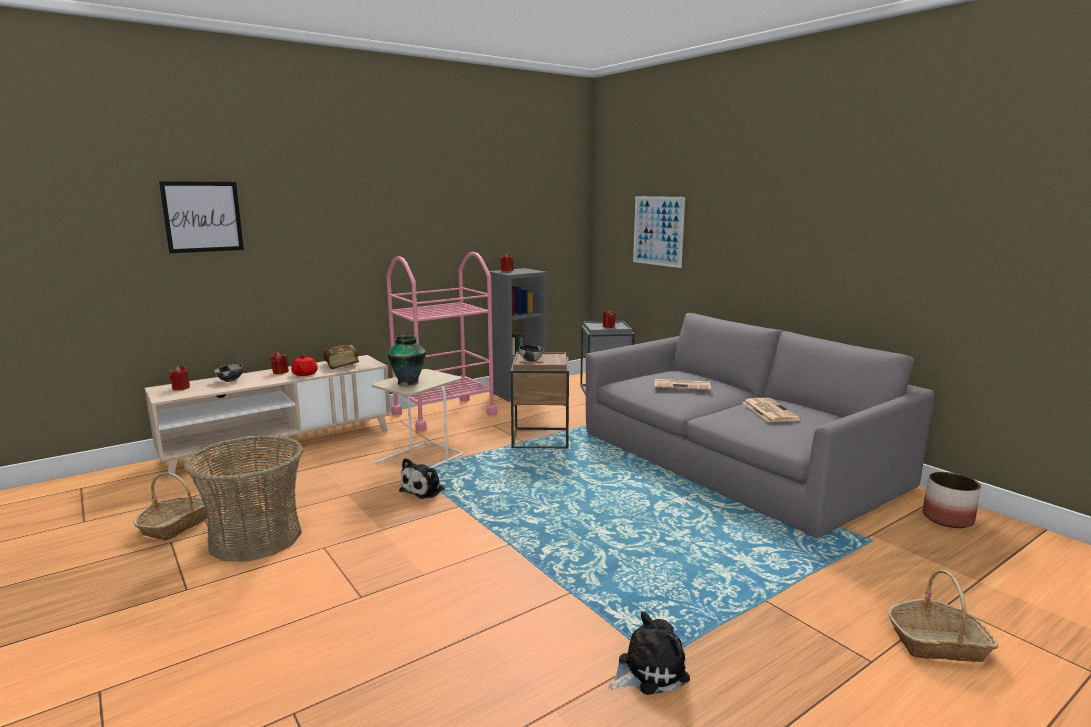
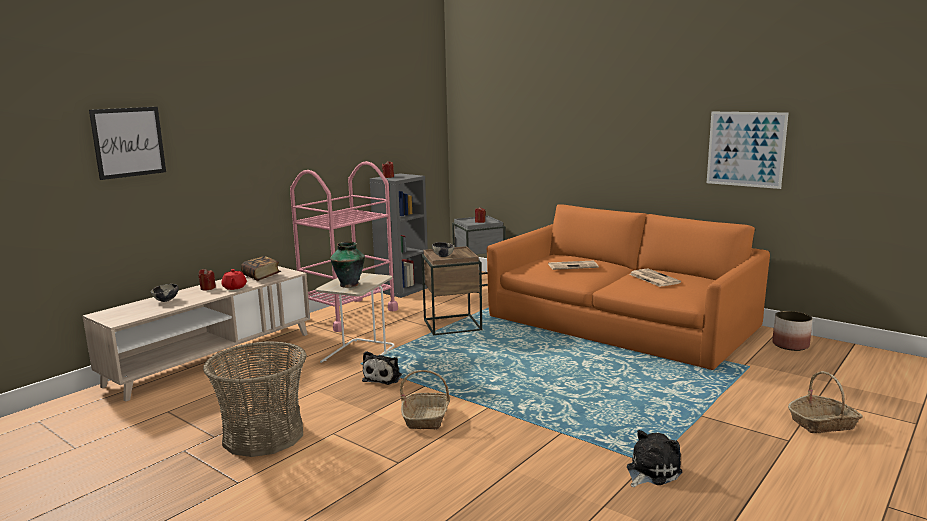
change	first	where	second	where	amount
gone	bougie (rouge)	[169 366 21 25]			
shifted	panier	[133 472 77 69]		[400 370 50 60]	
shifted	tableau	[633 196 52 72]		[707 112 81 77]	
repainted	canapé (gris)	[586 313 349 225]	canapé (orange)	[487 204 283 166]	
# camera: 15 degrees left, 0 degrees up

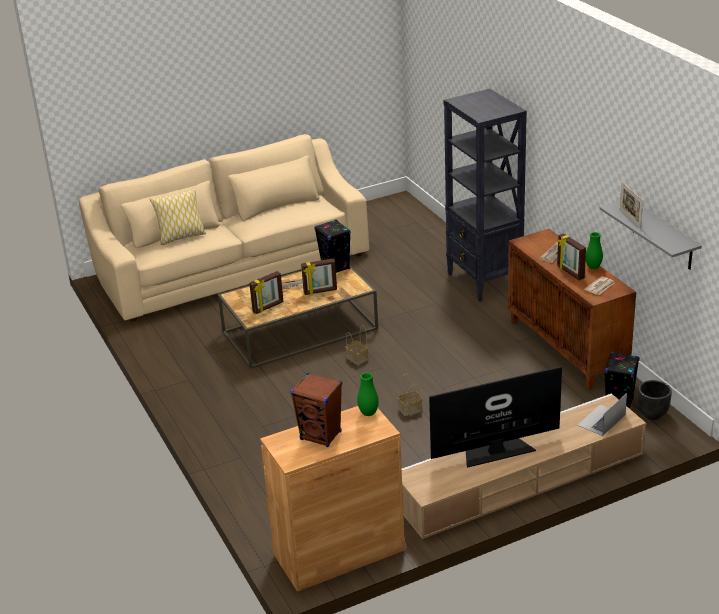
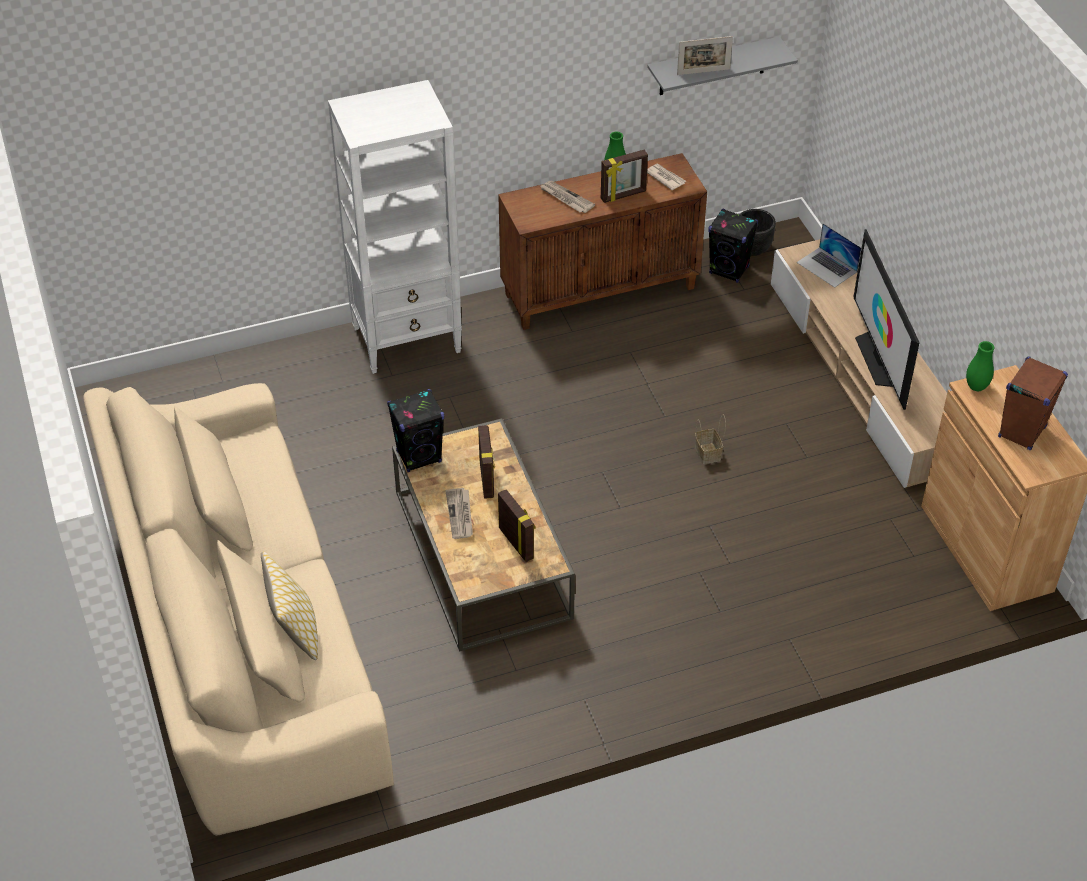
change	first	where	second	where	amount
gone	panier	[346 325 22 40]			
repainted	bibliothèque (noir)	[443 89 84 213]	bibliothèque (blanc)	[328 80 134 294]	
# camera: 85 degrees left, 15 degrees up

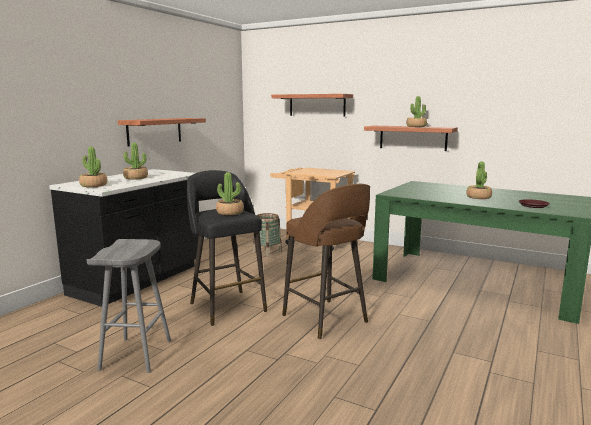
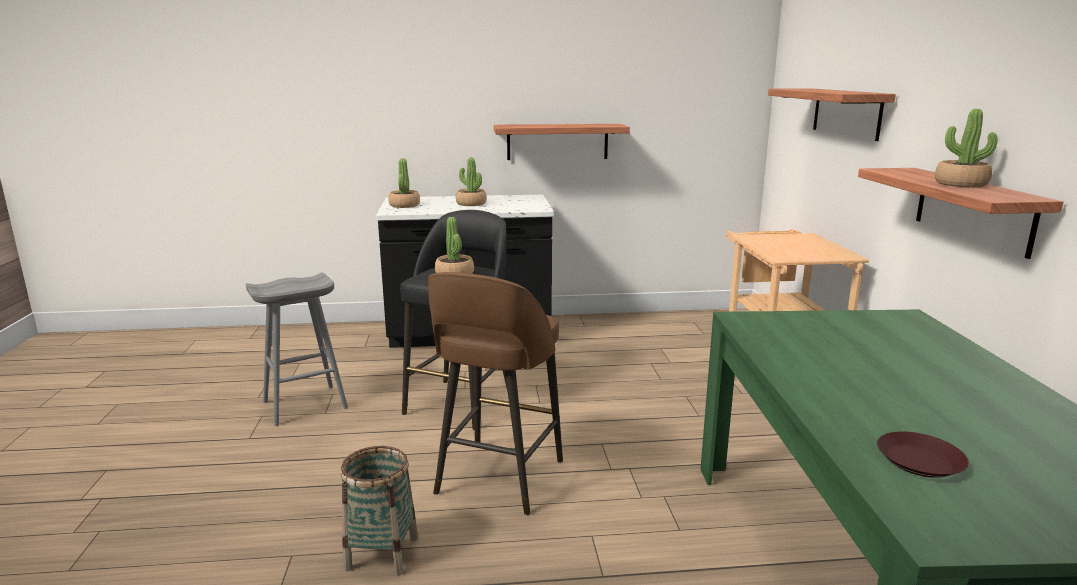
change	first	where	second	where	amount
gone	plante en pot	[466 161 26 38]			
shifted	panier	[253 213 29 44]		[341 446 77 130]	
# camera: 55 degrees right, 5 degrees up

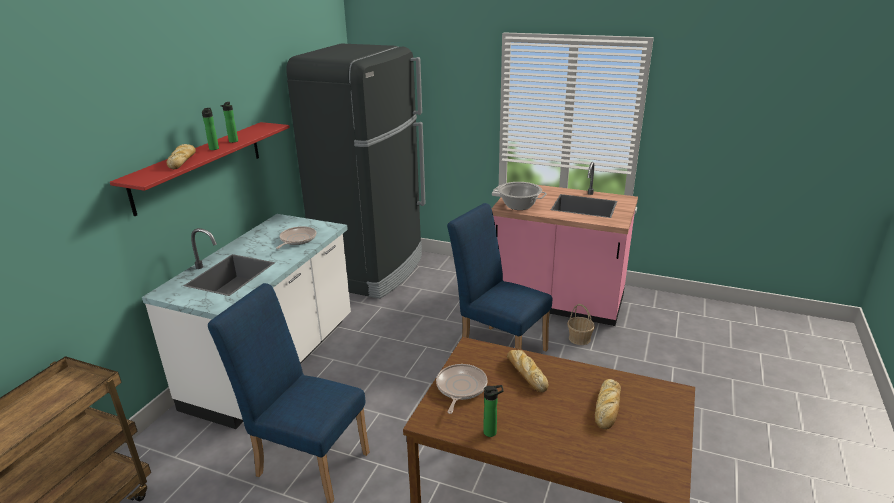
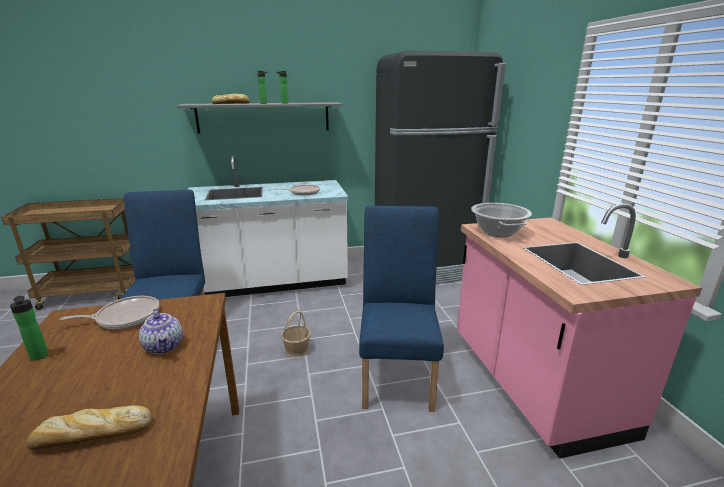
change	first	where	second	where	amount
shifted	panier	[567 304 28 41]		[281 311 30 46]	
swapped	pain	[507 350 41 42]	théière	[139 309 44 45]	
repainted	étagère (rouge)	[110 122 180 94]	étagère (gris)	[176 102 166 31]	
# camera: 55 degrees right, 5 degrees down

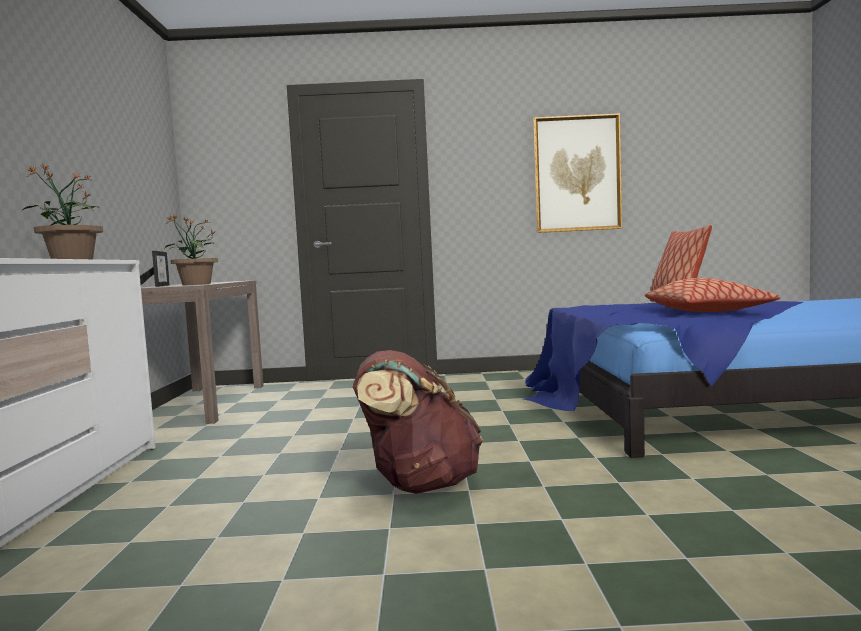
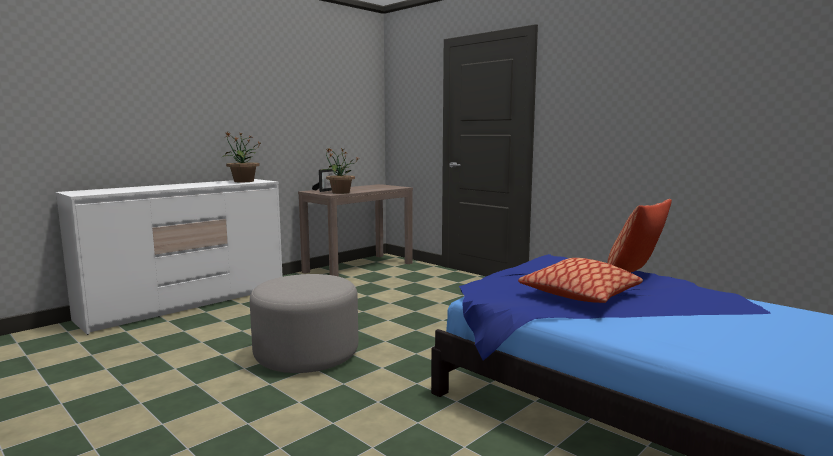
change	first	where	second	where	amount
gone	tableau	[534 113 88 120]			
swapped	sac à dos (marron)	[353 350 130 144]	pouf (gris)	[250 274 108 99]	
# camera: 45 degrees right, 5 degrees up

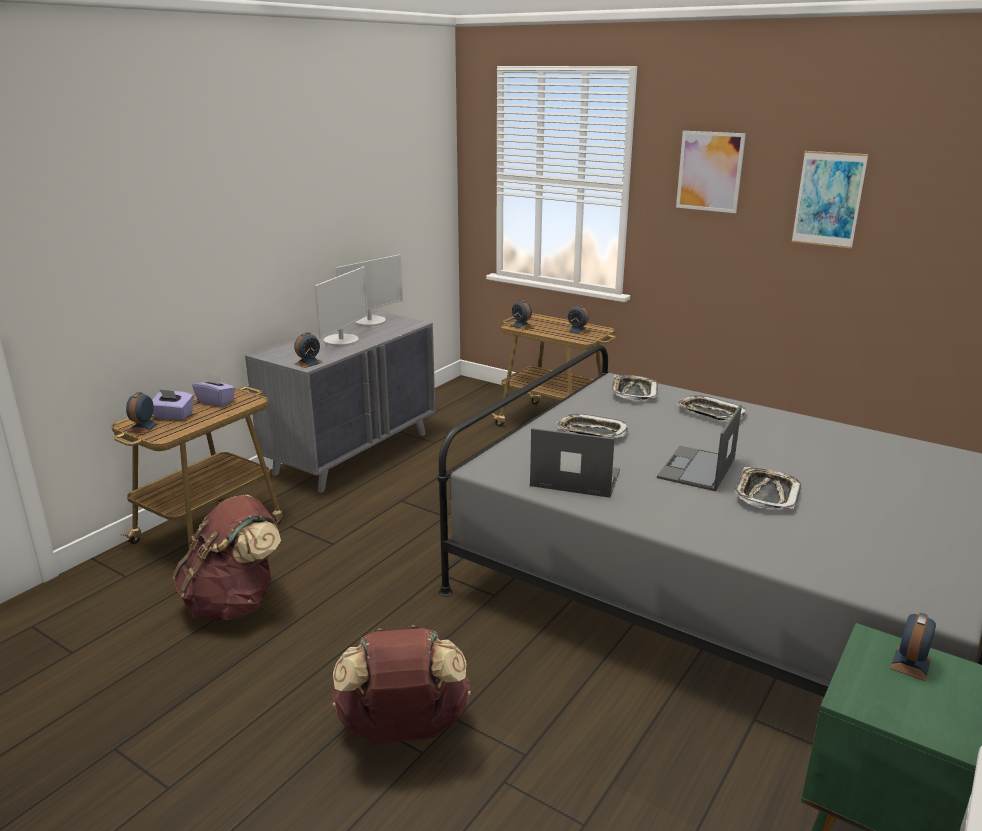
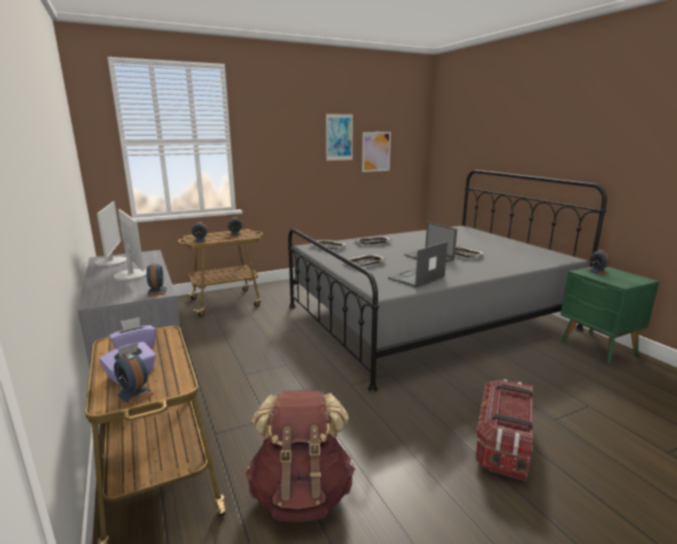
change	first	where	second	where	amount
shifted	tableau	[676 131 70 82]		[362 132 29 40]	
swapped	sac à dos (marron)	[332 625 139 118]	boîte de rangement	[475 379 58 102]	
# camera: 60 degrees left, 5 degrees down

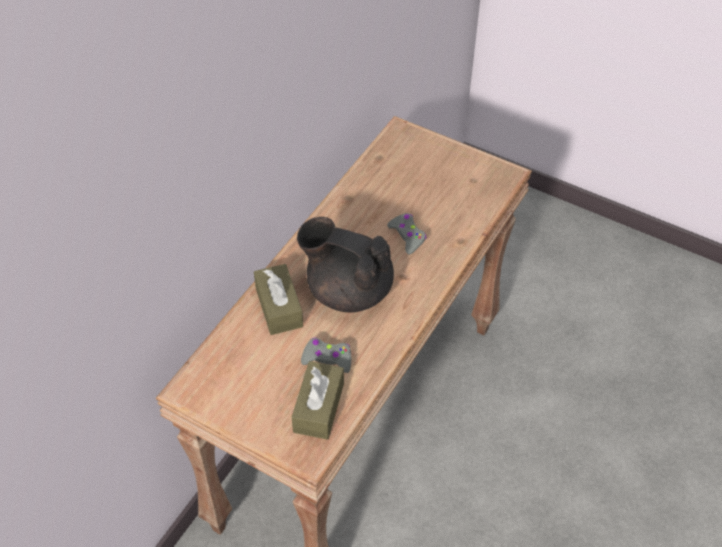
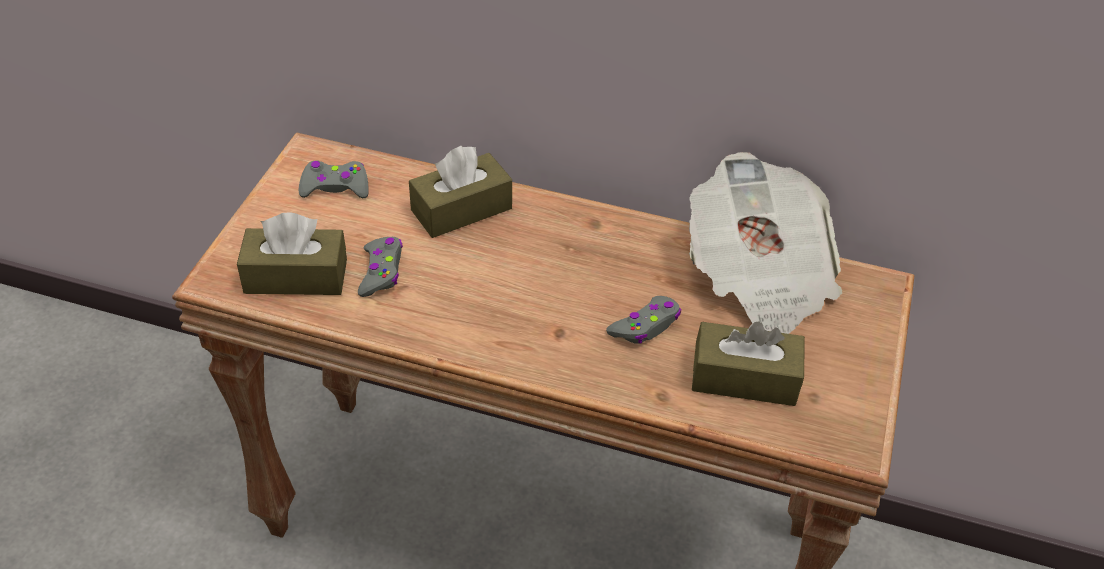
change	first	where	second	where	amount
gone	théière (noir)	[297 217 97 96]			
new			manette (gris)	[299 161 70 37]	
new			journal	[689 152 153 182]	
new			boîte à mouchoirs (marron)	[692 321 113 85]	
# camera: 75 degrees right, 5 degrees down

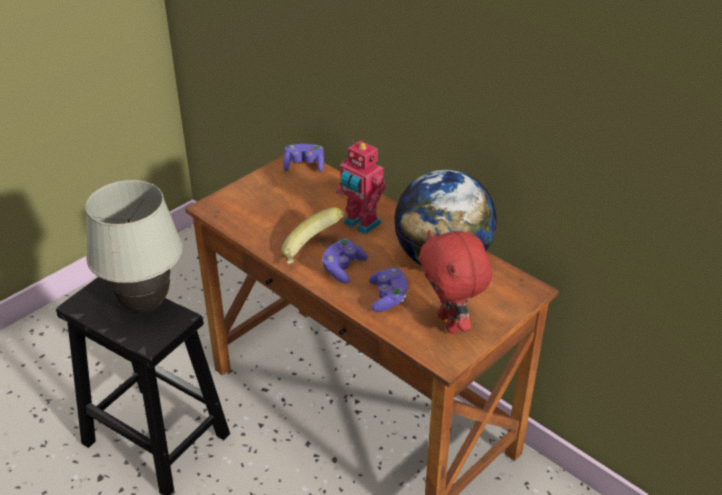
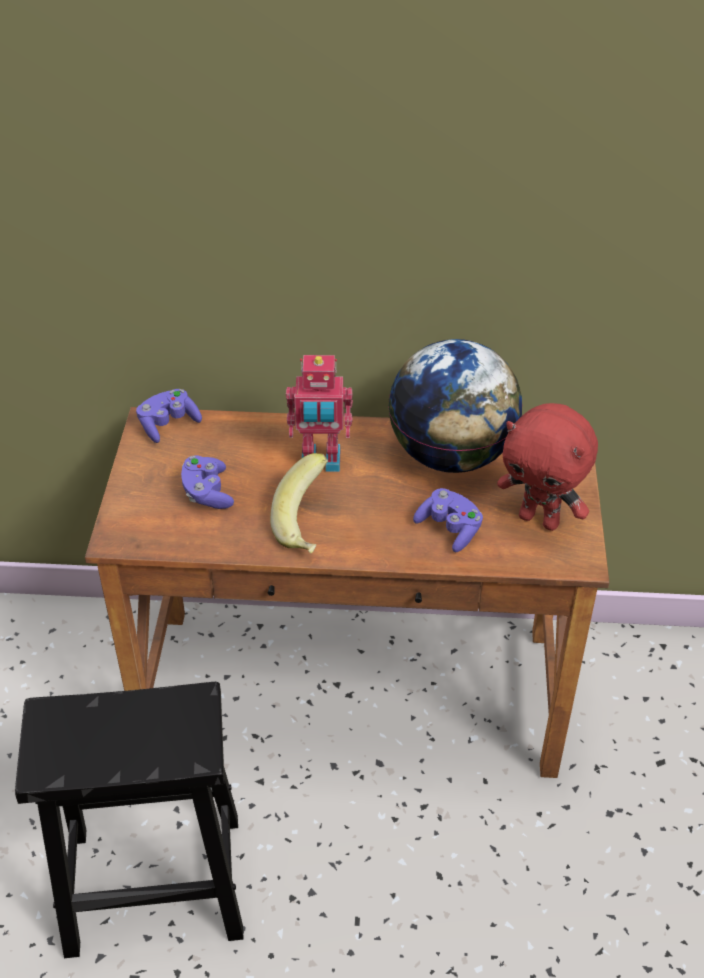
change	first	where	second	where	amount
gone	lampe de table (blanc)	[86 180 96 133]			
shifted	manette (violet)	[321 239 47 44]		[181 455 53 54]	
# camera: 40 degrees left, 5 degrees up

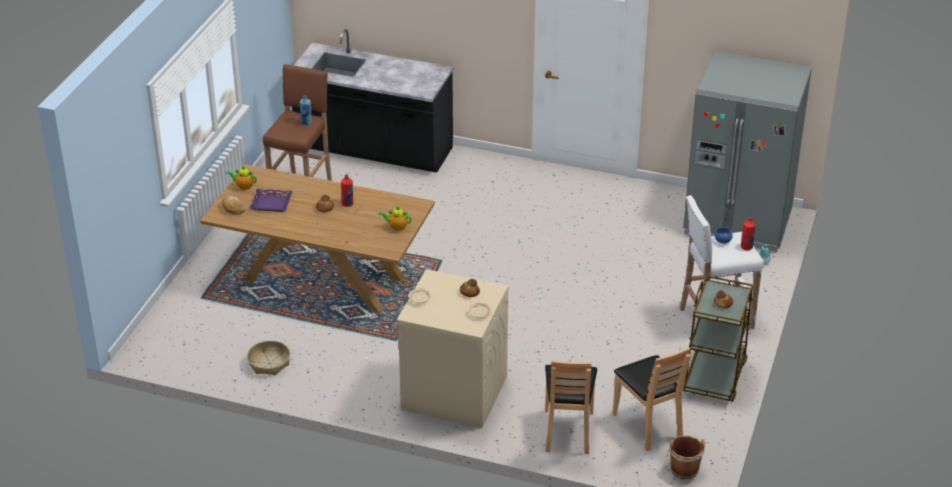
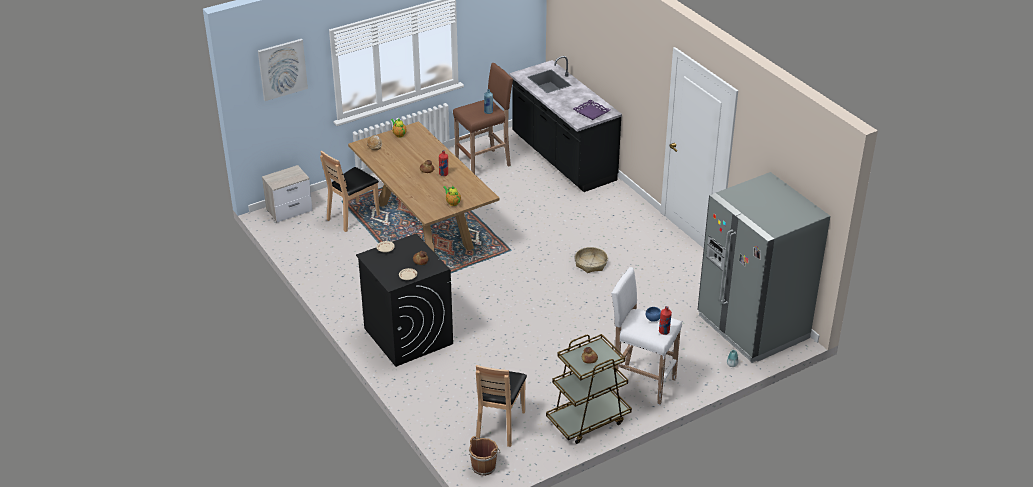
change	first	where	second	where	amount
new			tableau	[258 39 50 62]	
new			table de chevet	[262 165 51 57]	
shifted	panier	[247 341 43 34]		[575 247 33 26]	
shifted	plateau (violet)	[250 189 43 23]		[573 99 37 21]	
shifted	chaise (marron)	[545 360 52 94]		[320 150 60 82]	
repainted	lave-linge (beige)	[397 269 111 159]	lave-linge (noir)	[356 234 97 133]	
# camera: 40 degrees right, 0 degrees up

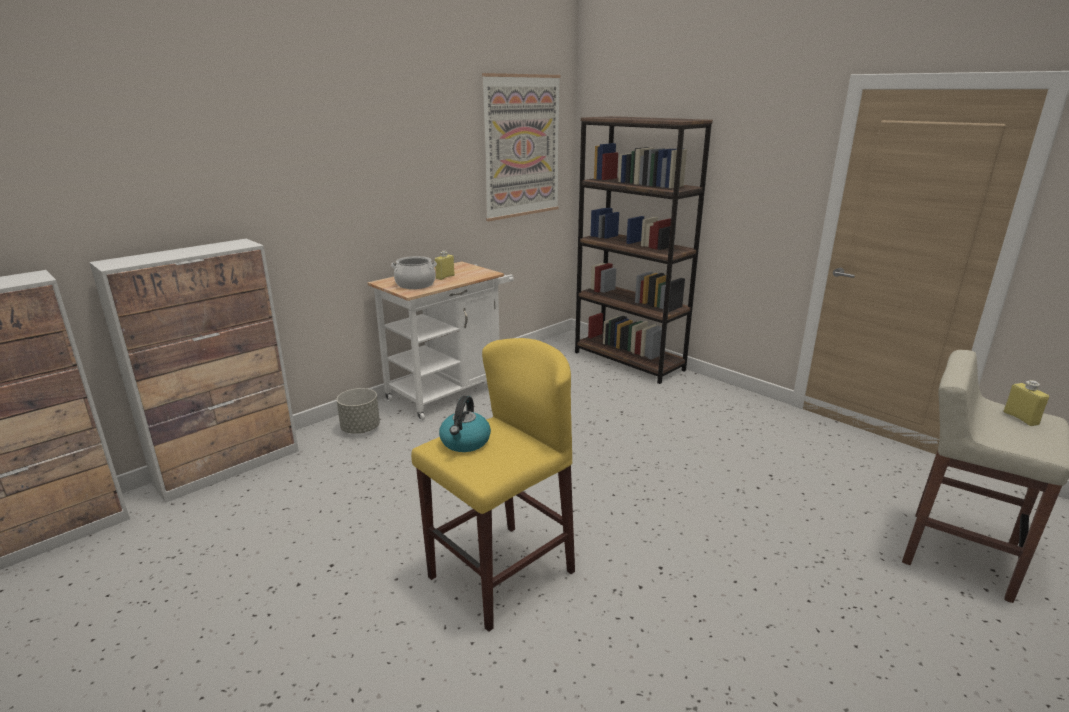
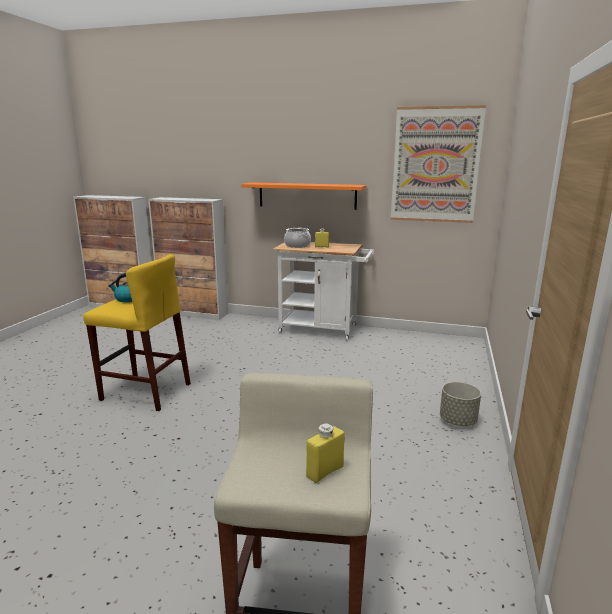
change	first	where	second	where	amount
gone	bibliothèque (marron)	[575 116 138 268]			
new			étagère (orange)	[241 182 126 28]	
shifted	cache-pot (gris)	[337 388 43 46]		[440 382 41 44]	
# camera: 60 degrees right, 5 degrees down

